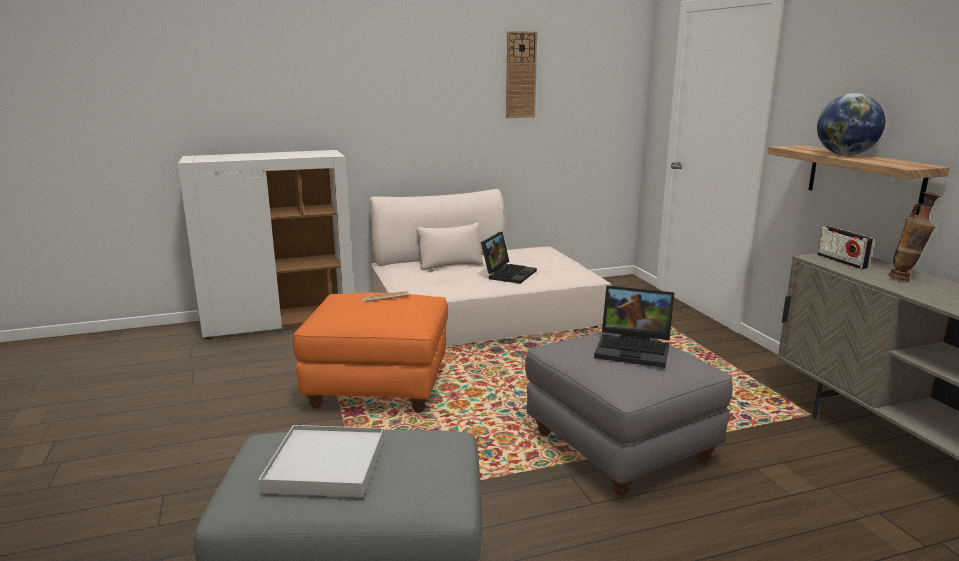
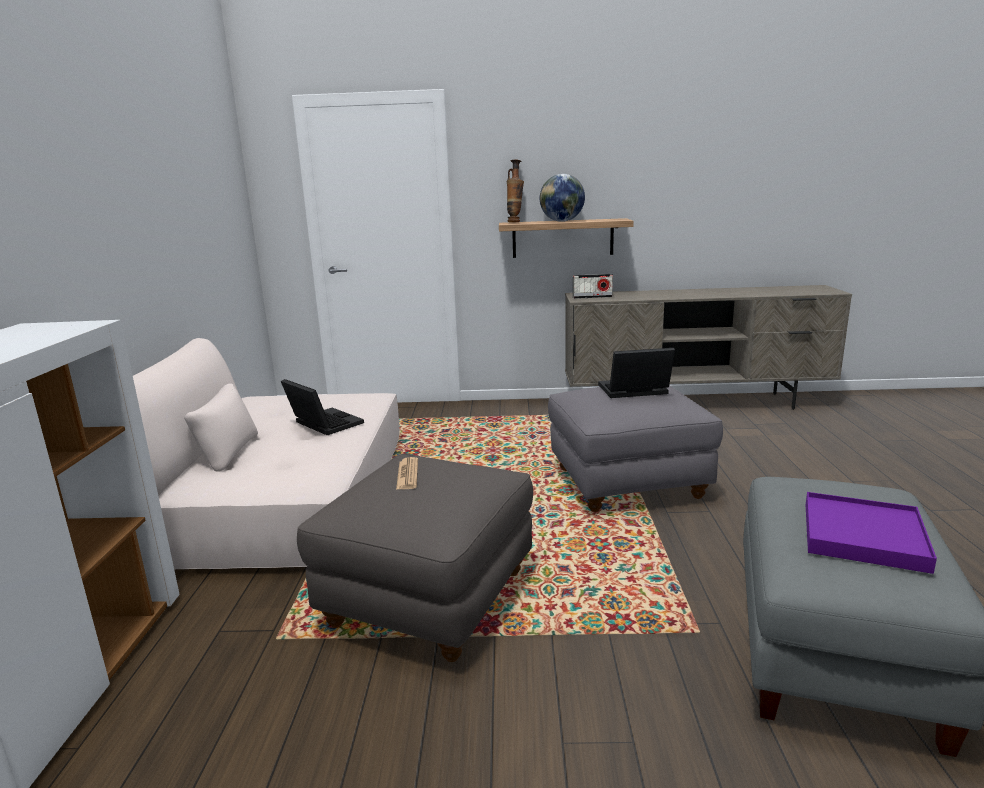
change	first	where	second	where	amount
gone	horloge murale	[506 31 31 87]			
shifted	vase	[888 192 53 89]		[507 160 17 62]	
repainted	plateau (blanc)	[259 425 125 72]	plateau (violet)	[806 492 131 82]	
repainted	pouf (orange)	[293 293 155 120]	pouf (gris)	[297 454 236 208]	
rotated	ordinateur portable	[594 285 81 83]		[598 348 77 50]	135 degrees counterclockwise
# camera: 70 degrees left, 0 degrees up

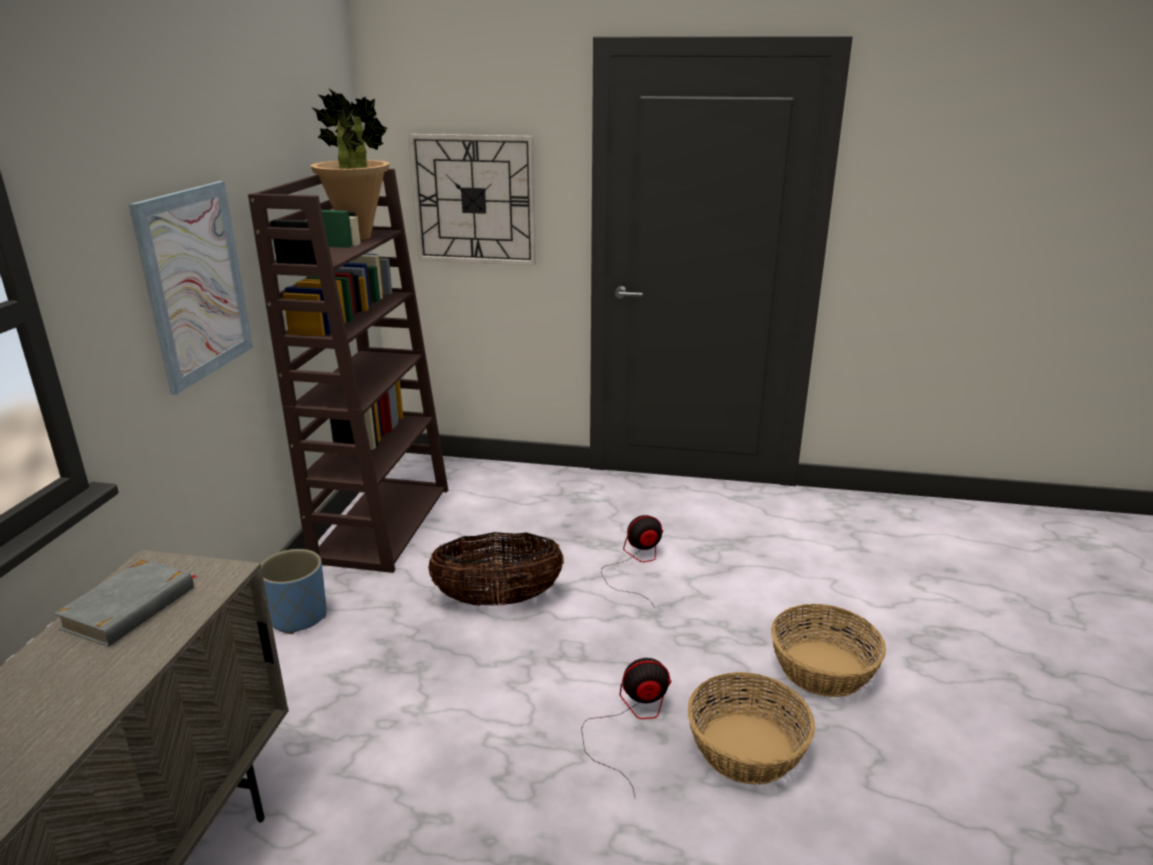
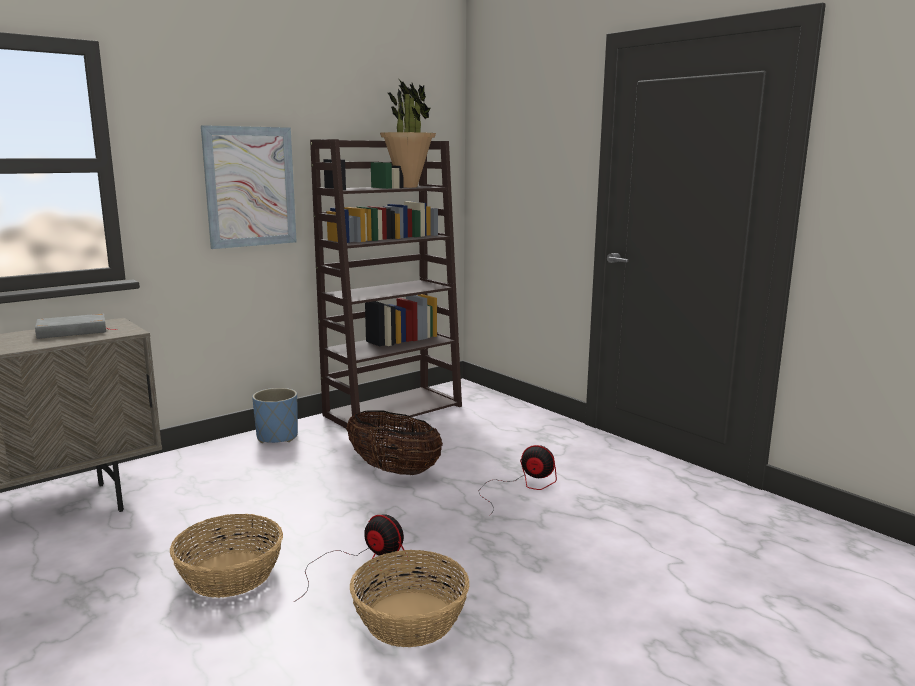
change	first	where	second	where	amount
gone	horloge murale	[408 134 128 131]			
shifted	panier	[771 604 115 93]		[170 514 113 84]	
# camera: 40 degrees right, 10 degrees down

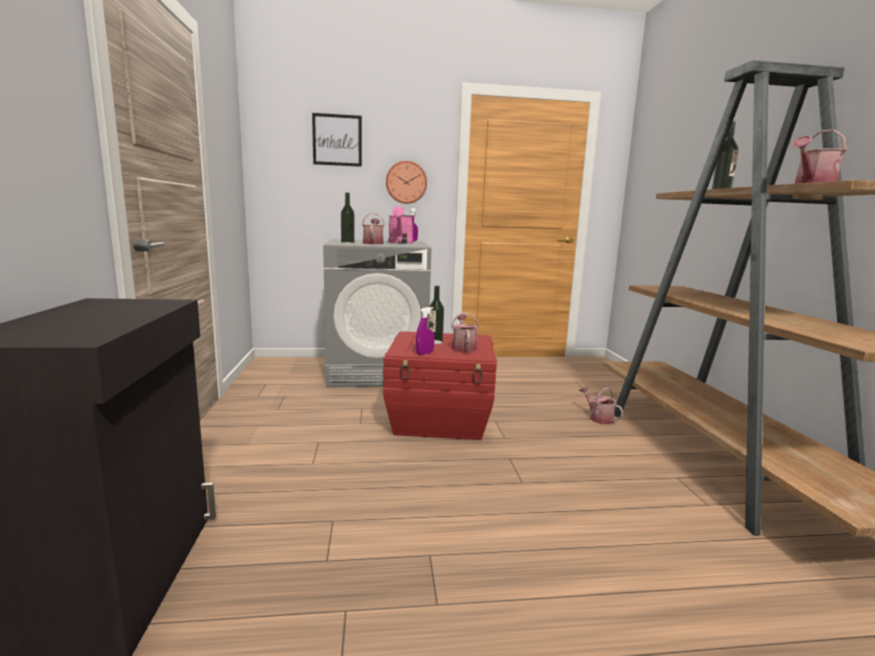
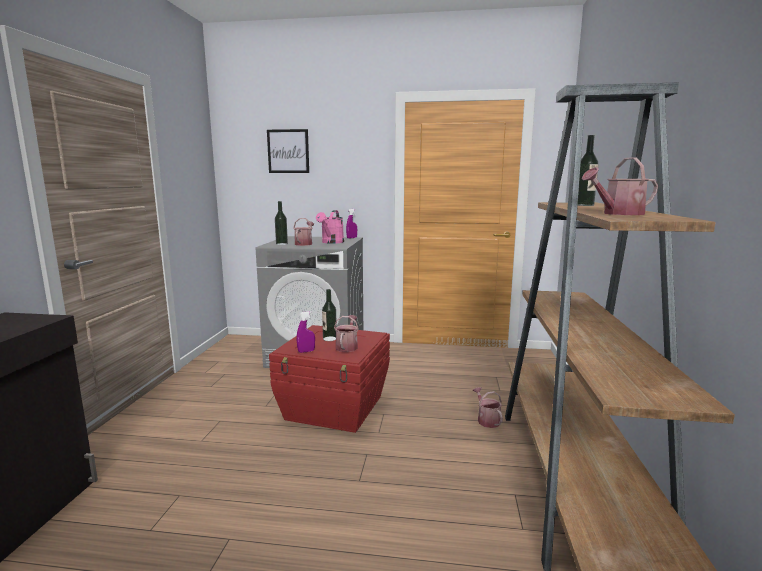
change	first	where	second	where	amount
gone	horloge murale	[386 161 41 43]			
# camera: 15 degrees right, 0 degrees up

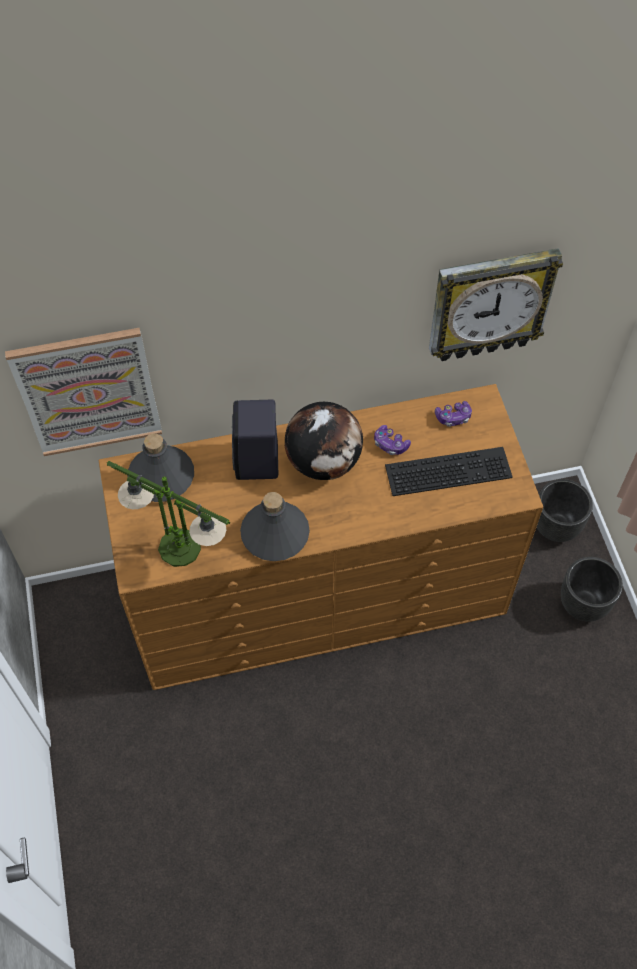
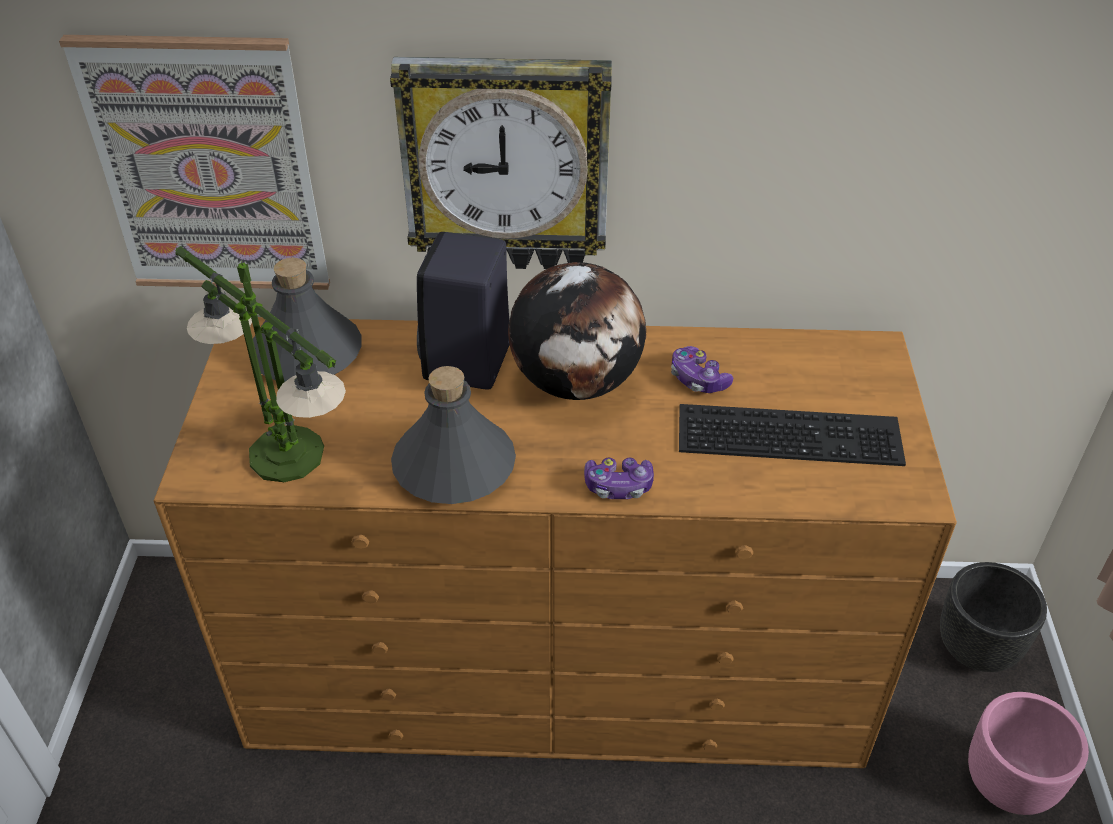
change	first	where	second	where	amount
shifted	horloge murale	[429 248 134 113]		[390 57 222 212]	
shifted	manette	[435 401 37 26]		[584 458 70 41]	
repainted	cache-pot (noir)	[561 557 62 65]	cache-pot (rose)	[968 692 121 123]	
# camera: 15 degrees right, 15 degrees down

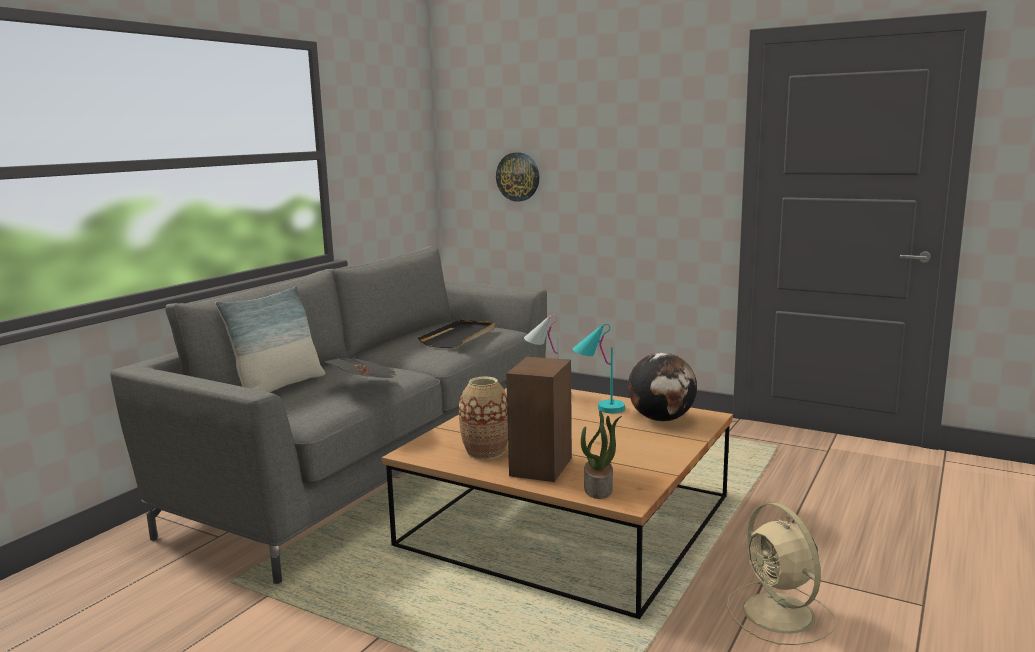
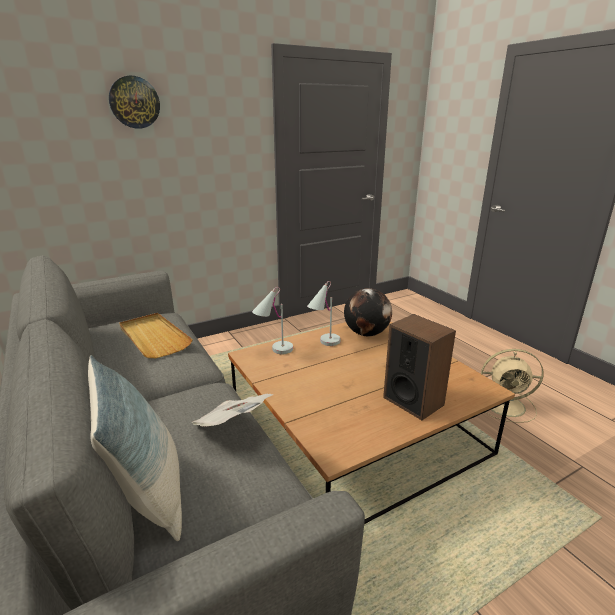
change	first	where	second	where	amount
gone	vase	[459 376 49 84]			
gone	plante en pot	[581 411 41 88]			
shifted	horloge murale	[496 153 43 49]		[109 76 51 53]	
repainted	plateau (noir)	[418 320 77 28]	plateau (beige)	[119 313 74 45]	
repainted	lampe de table (turquoise)	[573 324 52 89]	lampe de table (blanc)	[307 281 34 65]	
# camera: 60 degrees left, 10 degrees up

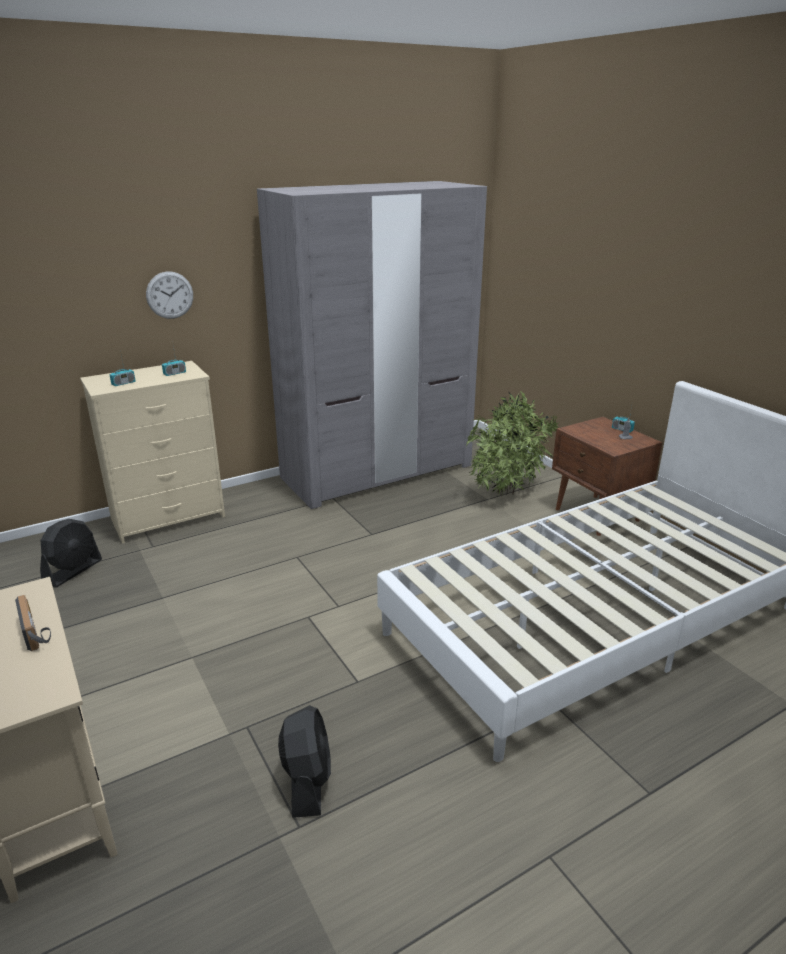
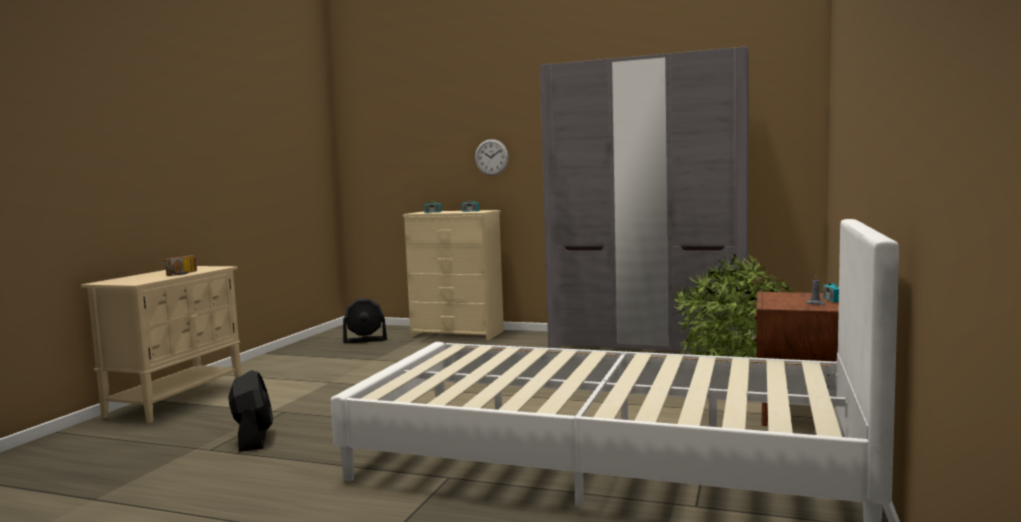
change	first	where	second	where	amount
rotated	ventilateur (noir)	[278 705 53 113]		[228 370 45 82]	60 degrees counterclockwise
# camera: 50 degrees right, 20 degrees down

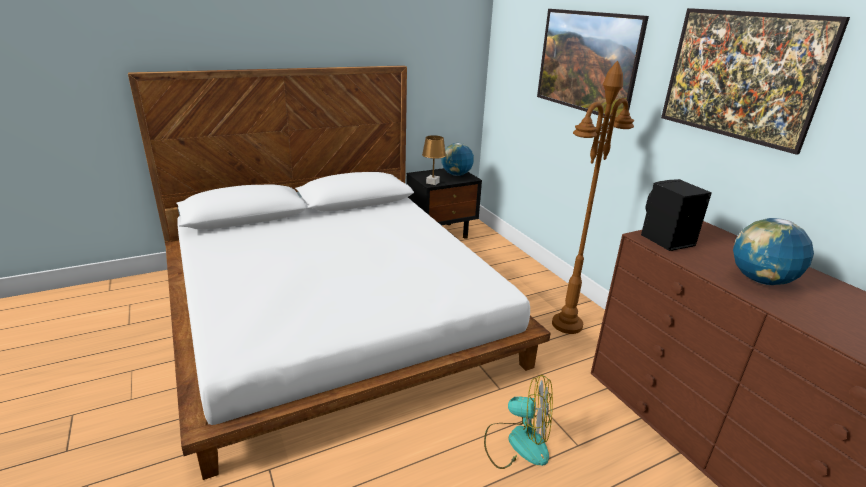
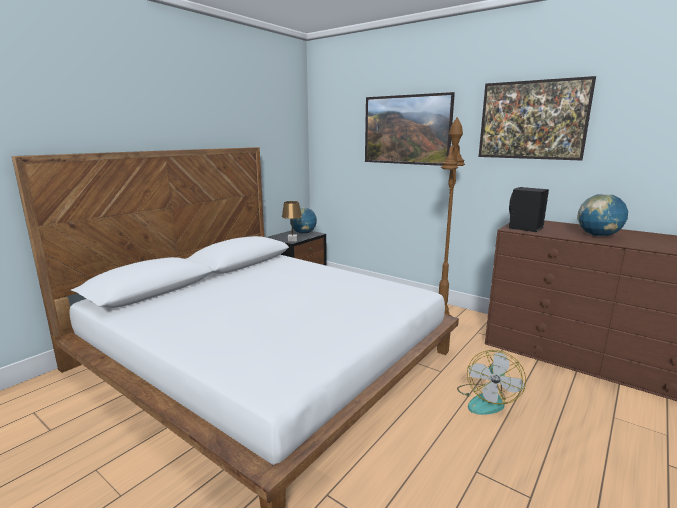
change	first	where	second	where	amount
rotated	ventilateur	[484 375 69 94]		[457 350 69 65]	120 degrees clockwise
# camera: 25 degrees left, 10 degrees down

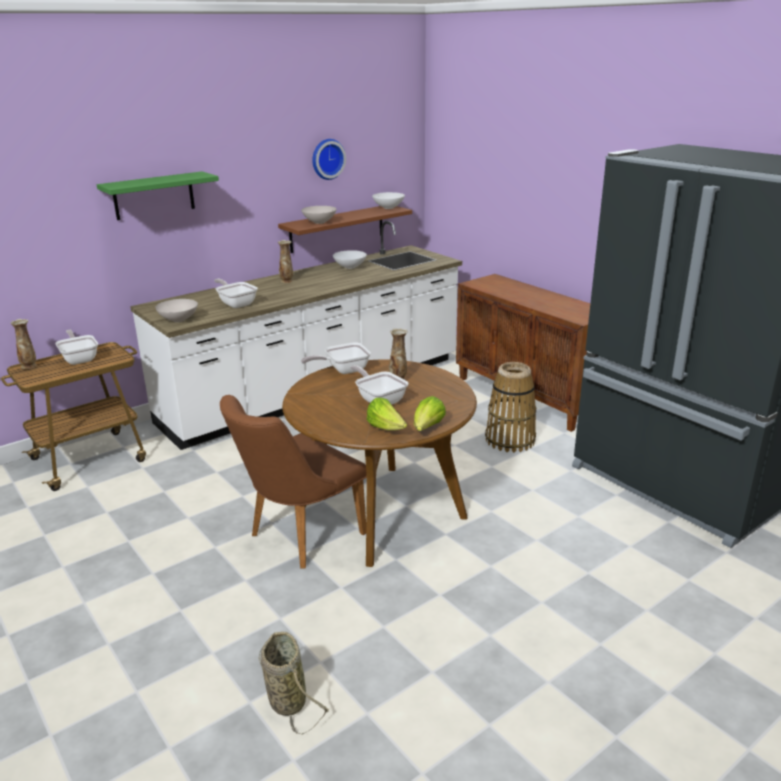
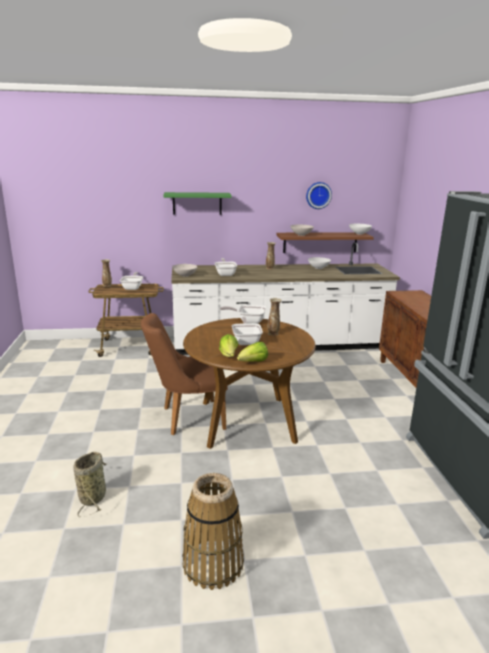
change	first	where	second	where	amount
shifted	panier	[485 362 51 91]		[182 473 62 117]	
# camera: 30 degrees right, 5 degrees down

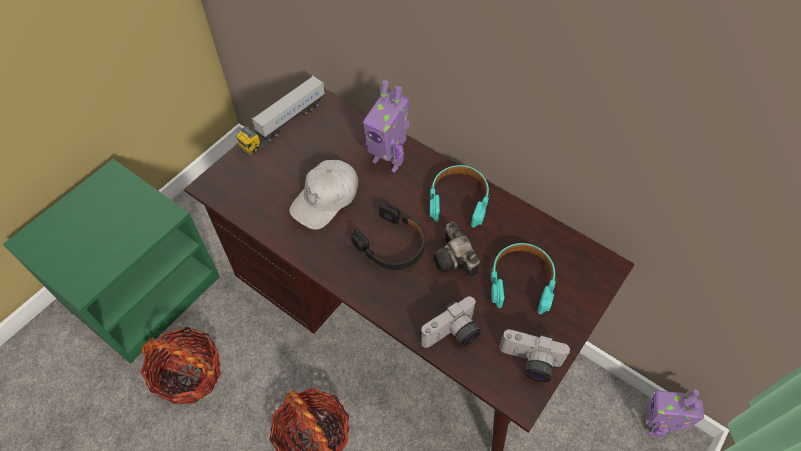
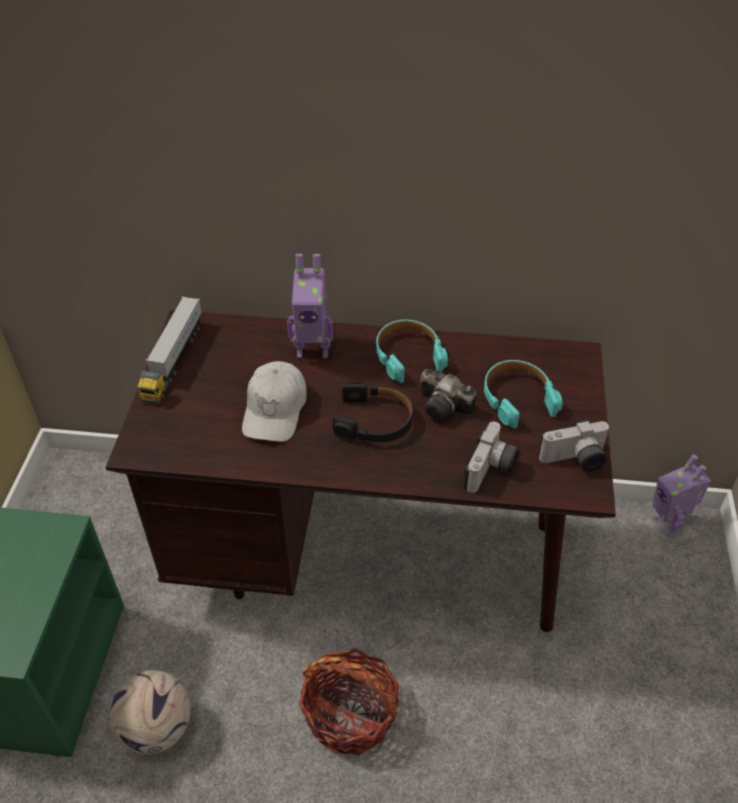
change	first	where	second	where	amount
swapped	panier	[141 327 80 77]	ballon de foot	[110 670 81 85]	
# camera: 30 degrees left, 10 degrees down

